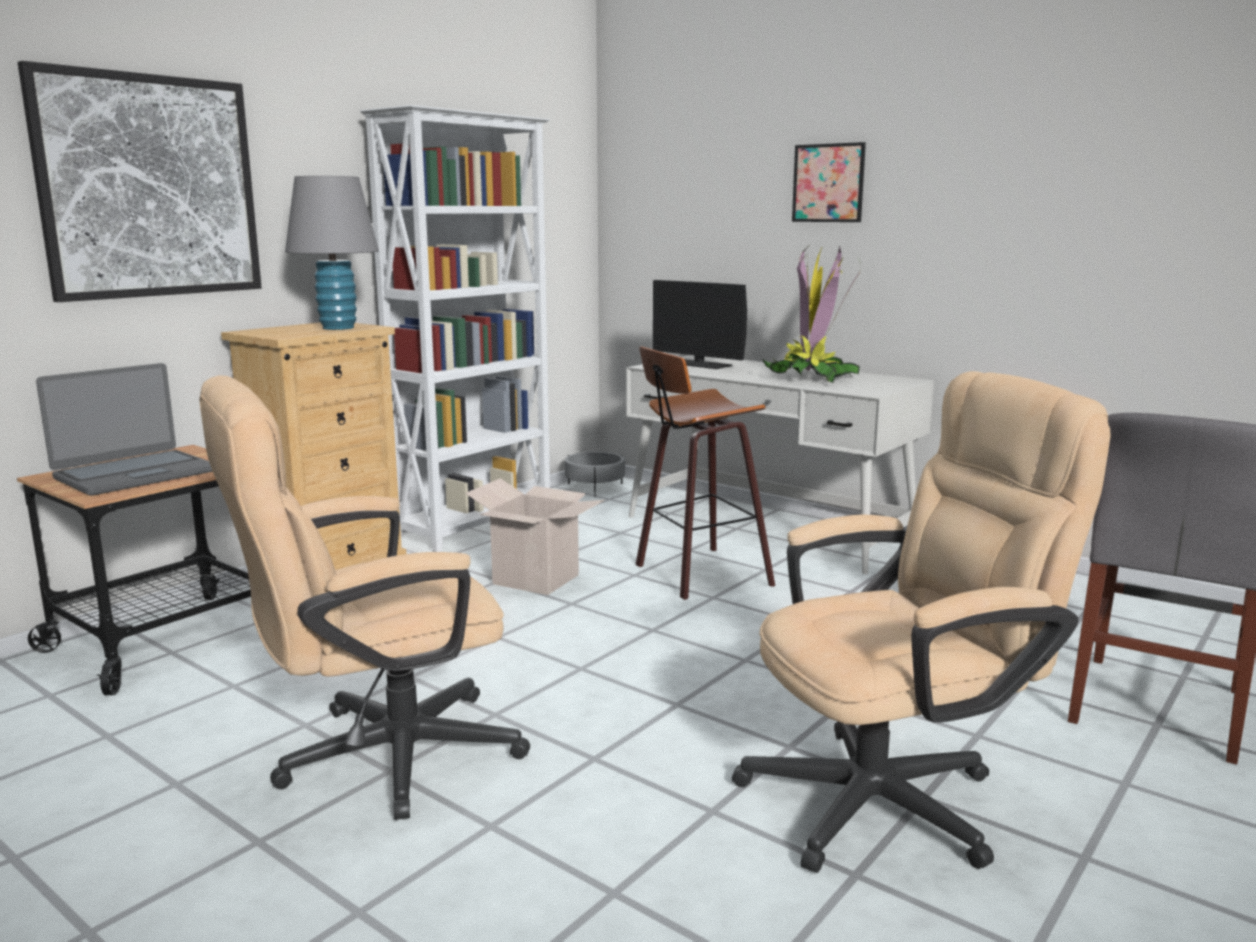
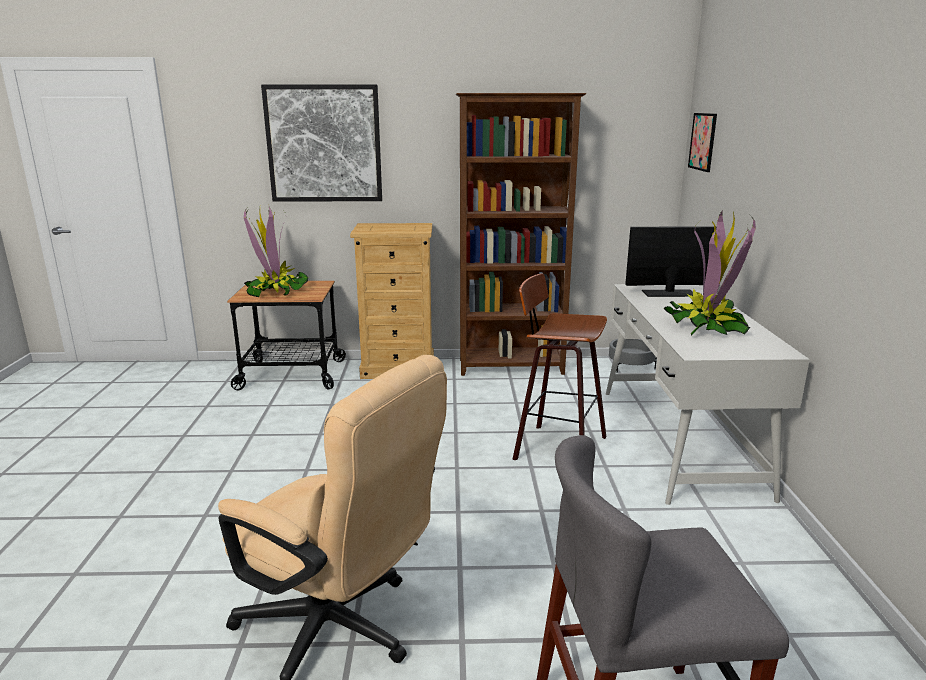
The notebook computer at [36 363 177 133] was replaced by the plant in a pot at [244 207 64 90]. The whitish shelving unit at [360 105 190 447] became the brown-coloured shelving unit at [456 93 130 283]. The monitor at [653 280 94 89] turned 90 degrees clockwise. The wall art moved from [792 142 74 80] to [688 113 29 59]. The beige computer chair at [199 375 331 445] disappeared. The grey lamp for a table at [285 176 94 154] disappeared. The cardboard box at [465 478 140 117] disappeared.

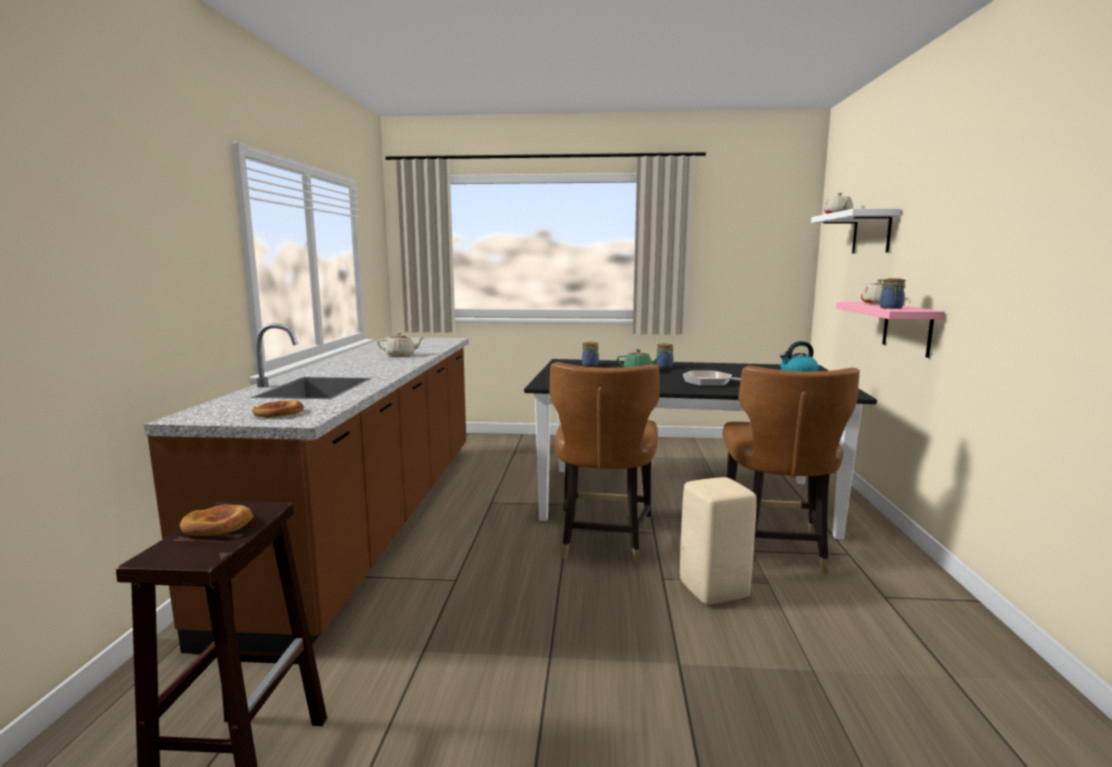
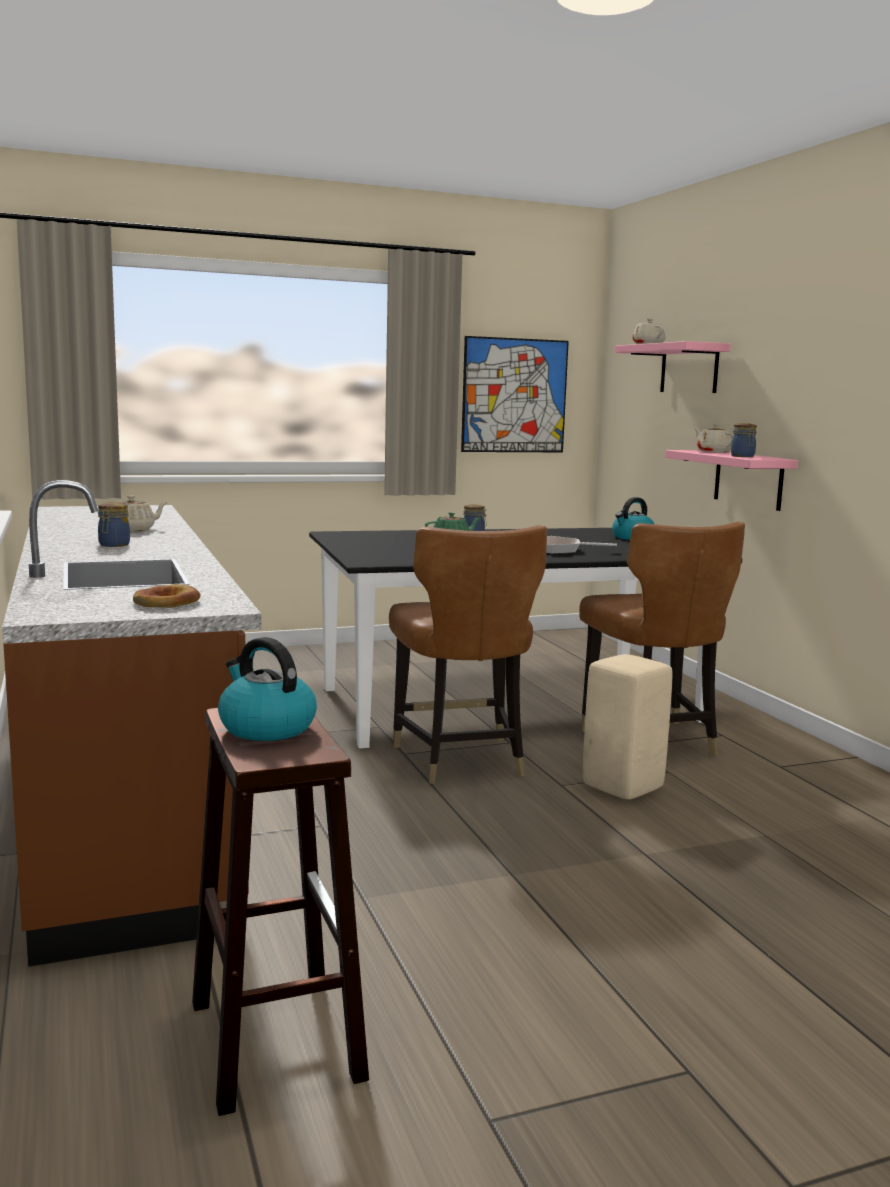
The preserve jar moved from [582 342 17 24] to [98 502 32 45]. The baked bread at [180 504 73 32] was replaced by the water kettle at [218 637 99 104]. The wall art at [461 336 108 116] appeared. The whitish bracket shelf at [811 208 89 45] became the pink bracket shelf at [614 341 117 52].

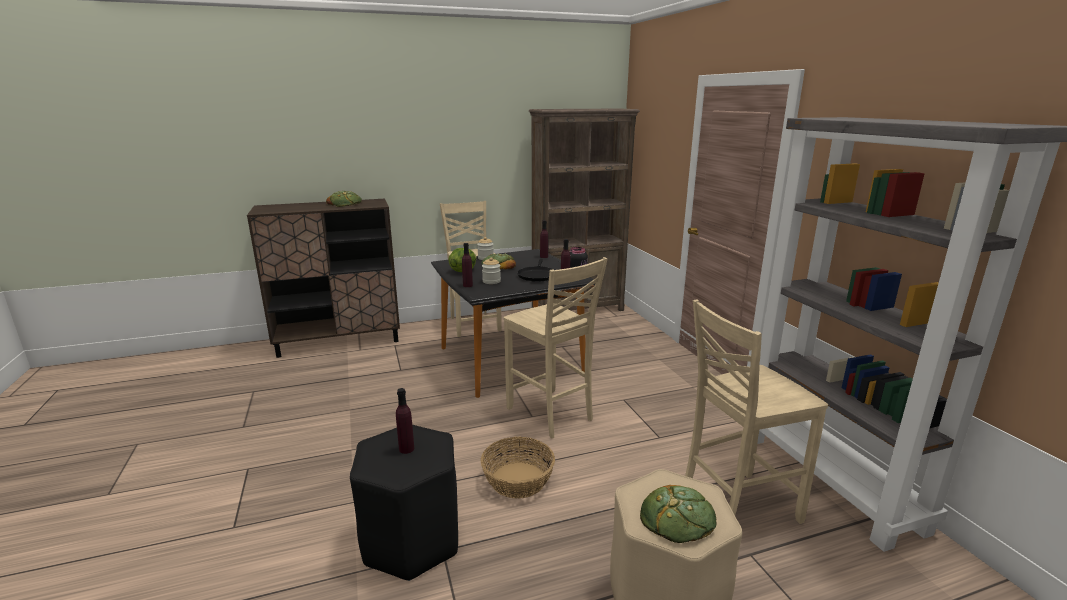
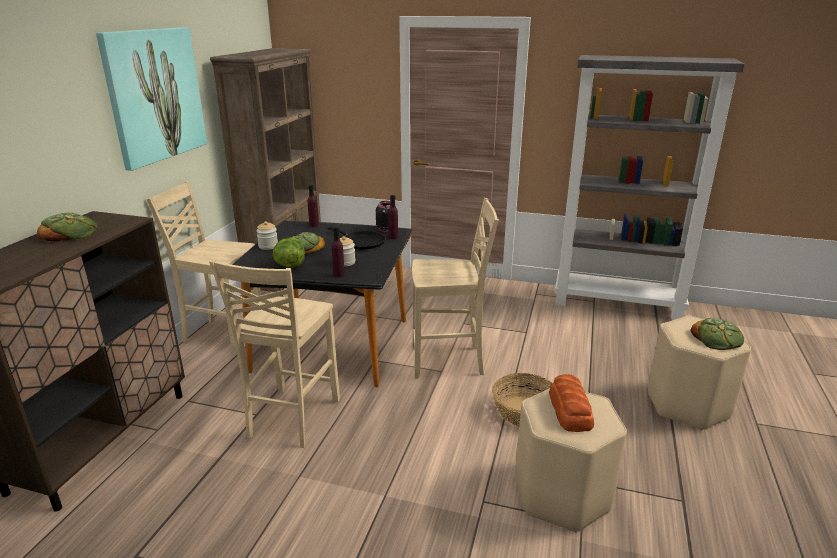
The wall art at [96 27 111 144] appeared. The beige plain chair moved from [685 299 143 225] to [209 260 131 188]. The black-coloured stool seat at [350 424 108 157] became the beige stool seat at [515 389 112 143]. The purplish drink bottle at [396 388 18 66] was replaced by the baked bread at [549 374 45 58].

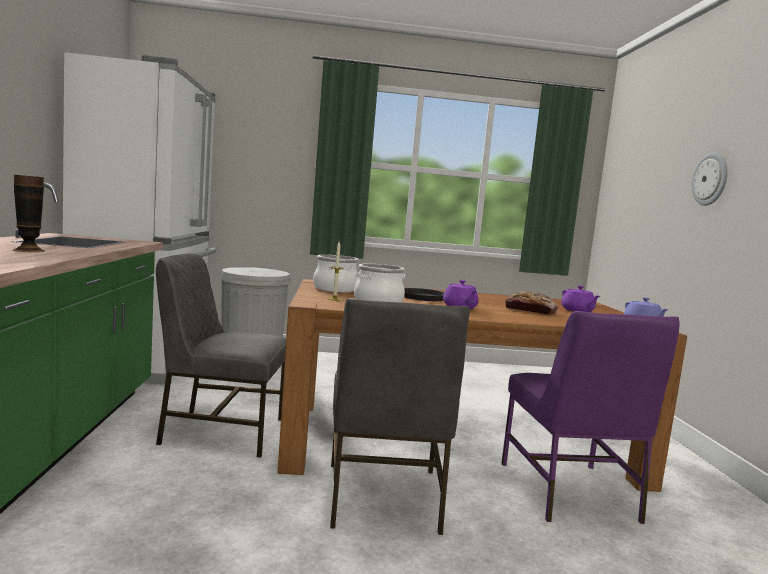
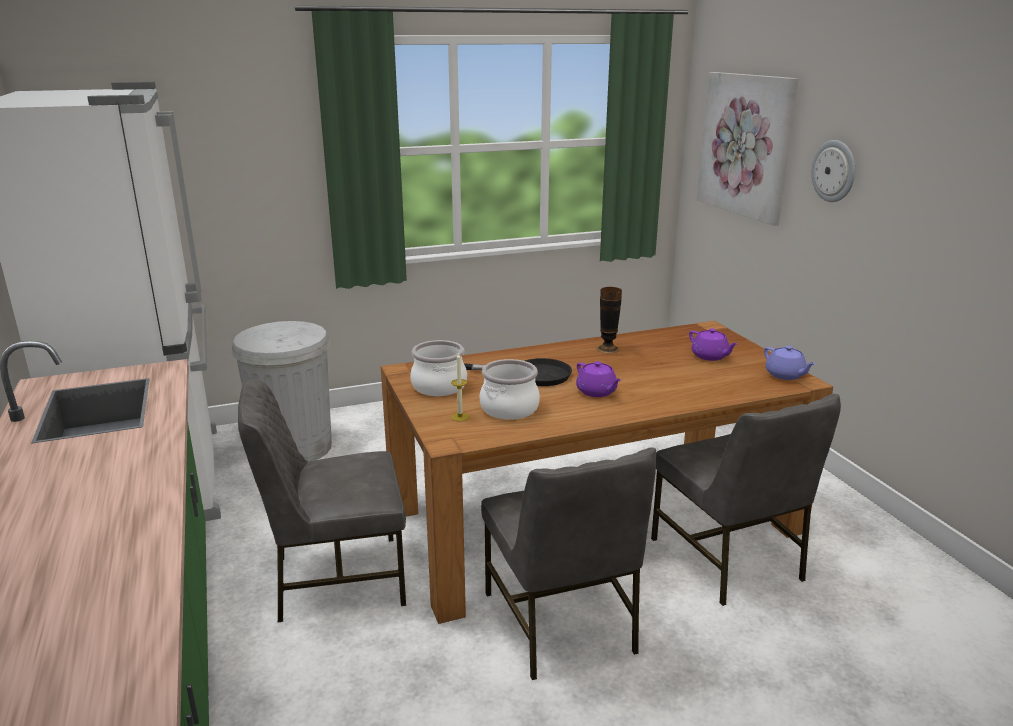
The flower vase moved from [13 175 32 77] to [596 287 26 67]. The purplish plain chair at [501 311 178 213] became the grey plain chair at [651 394 190 212]. The wall art at [697 72 102 154] appeared. The baked bread at [505 291 53 24] disappeared.

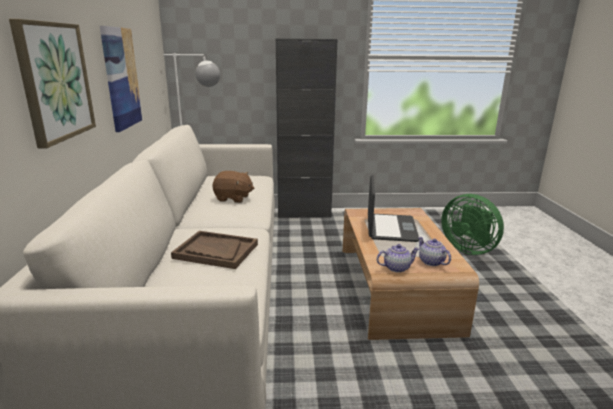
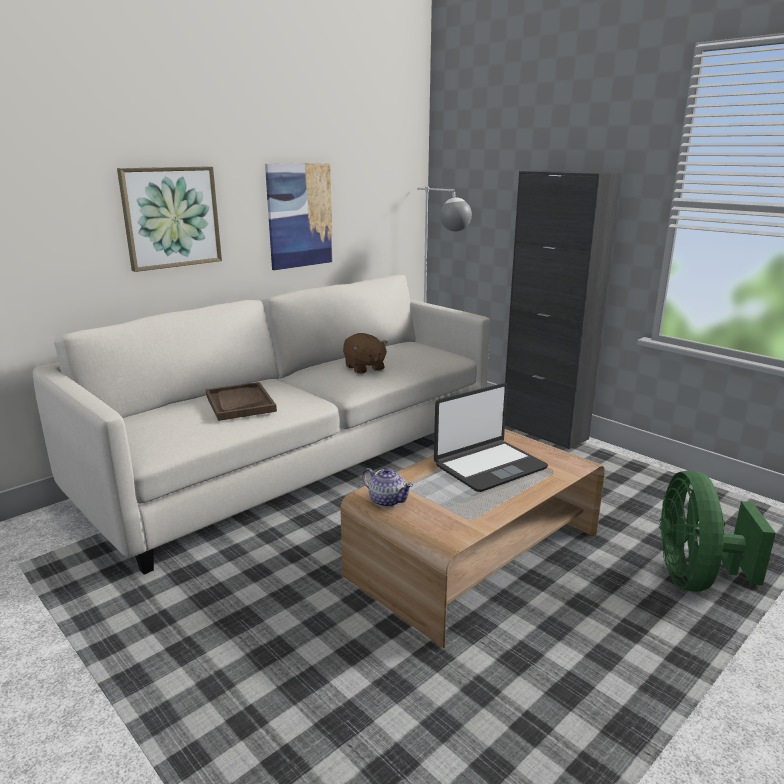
The tea pot at [418 237 33 29] disappeared.

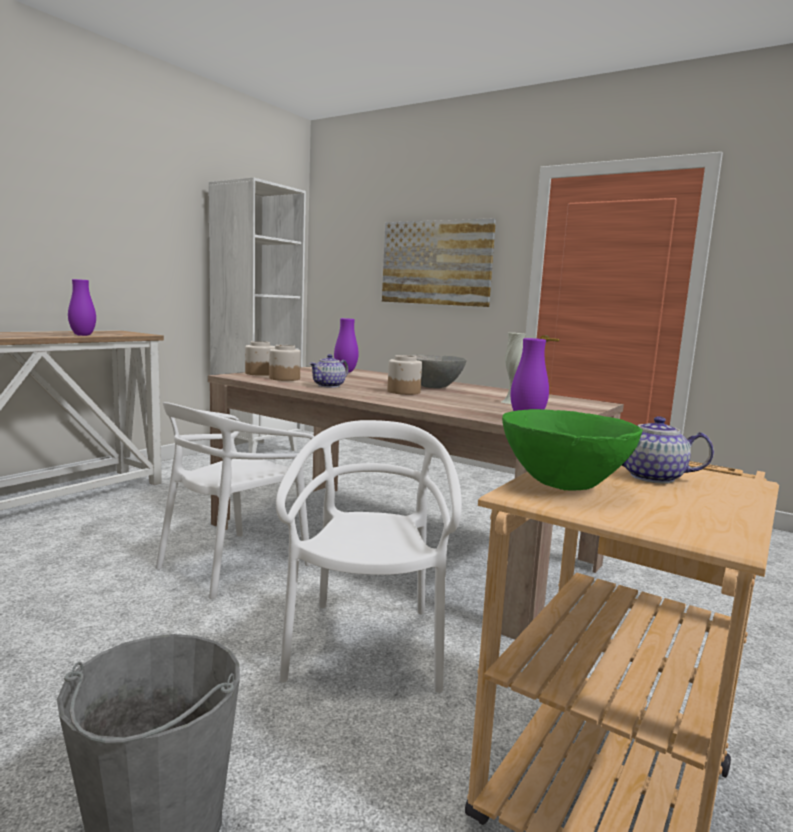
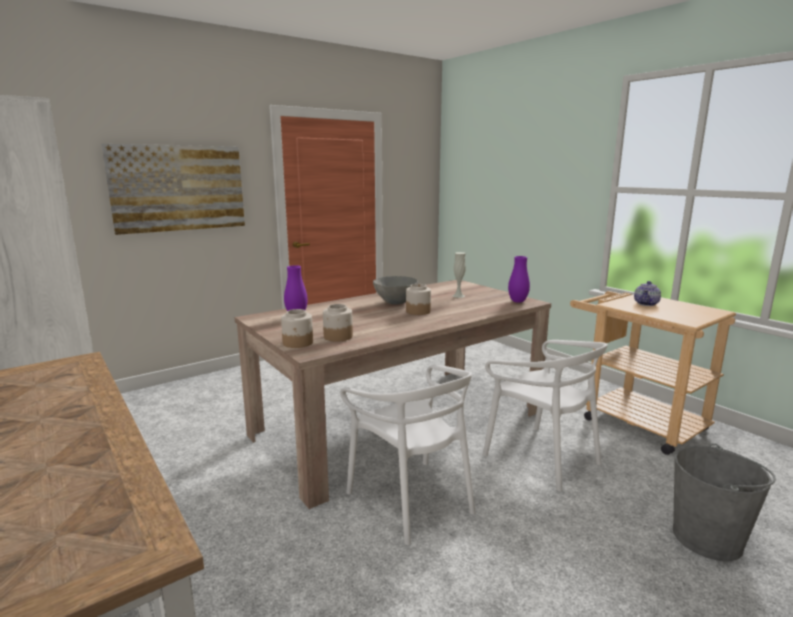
The whitish plain chair at [276 420 186 273] turned 150 degrees counterclockwise. The purplish flower vase at [68 279 28 57] disappeared. The tea pot at [309 354 40 34] disappeared. The green-coloured bowl at [502 409 141 82] disappeared.

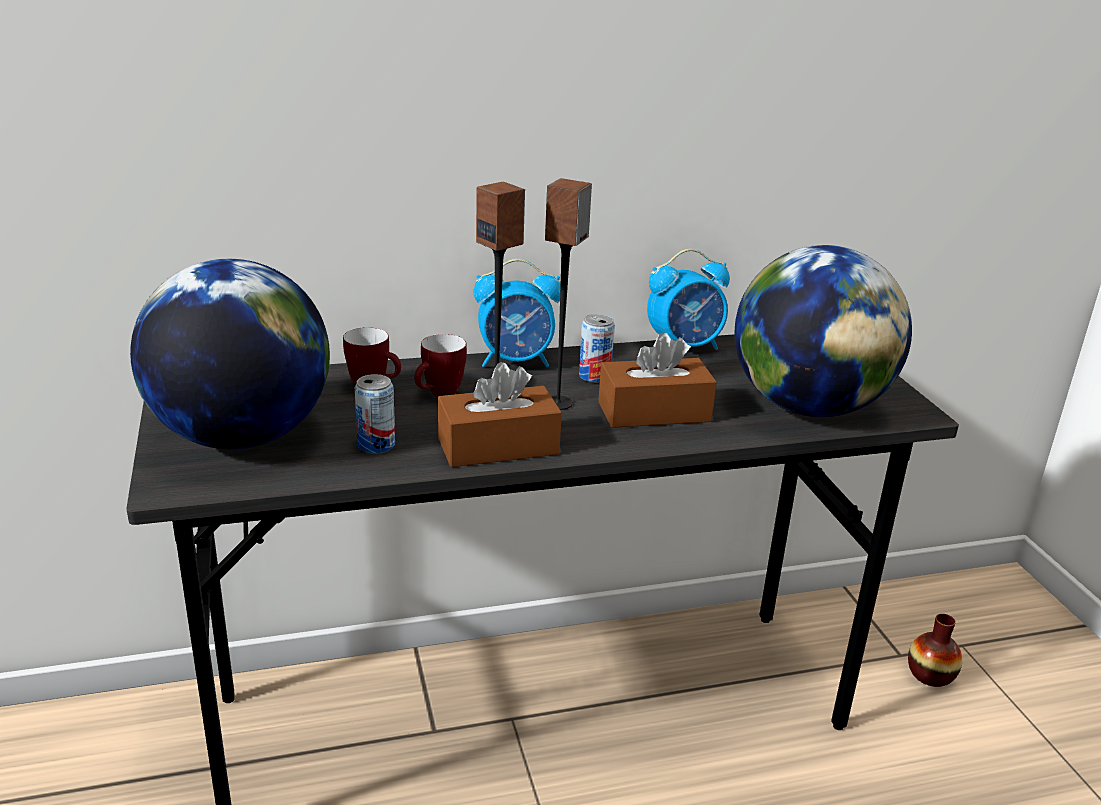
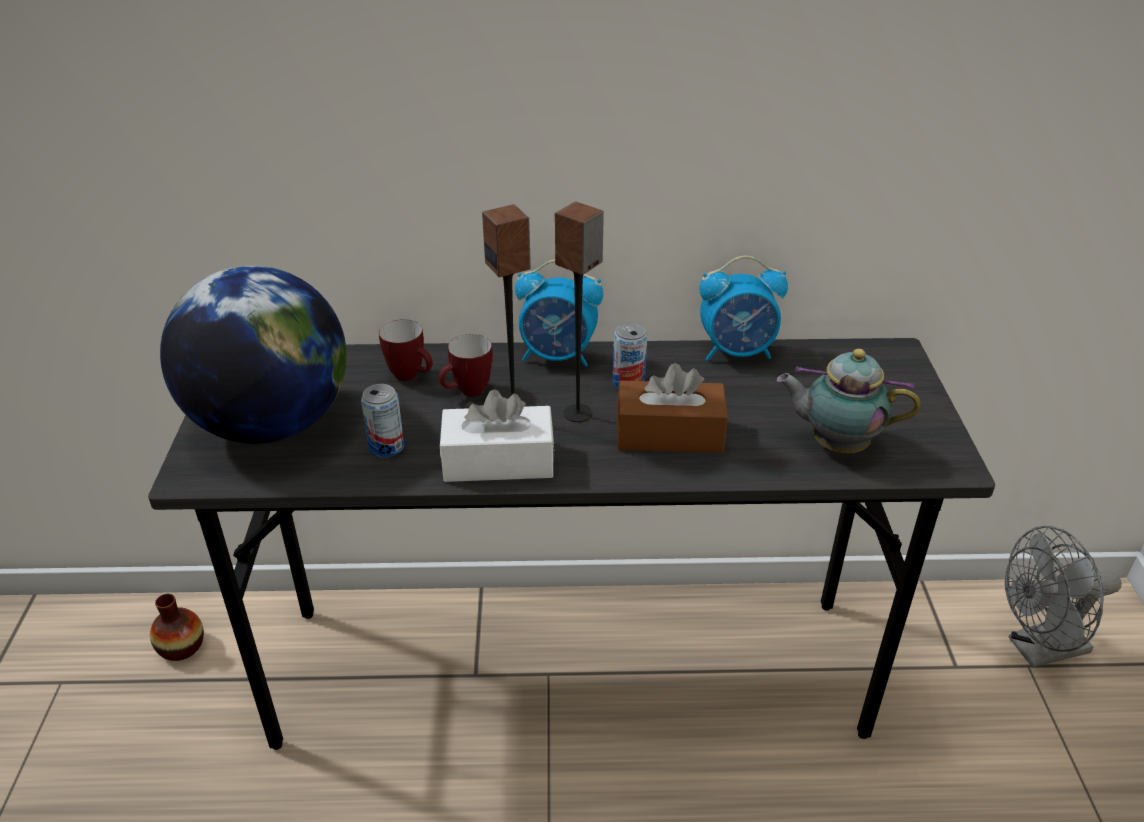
The flower vase moved from [908 614 54 73] to [150 594 54 67]. The brown-coloured tissue holder at [438 362 124 105] became the whitish tissue holder at [440 389 114 93]. The world globe at [735 245 177 172] was replaced by the tea pot at [777 349 144 104]. The grey electric fan at [1005 526 117 142] appeared.

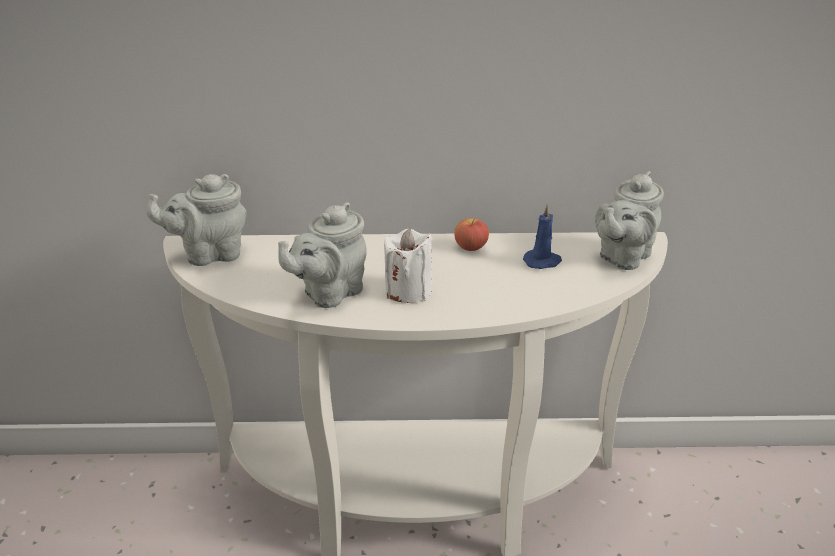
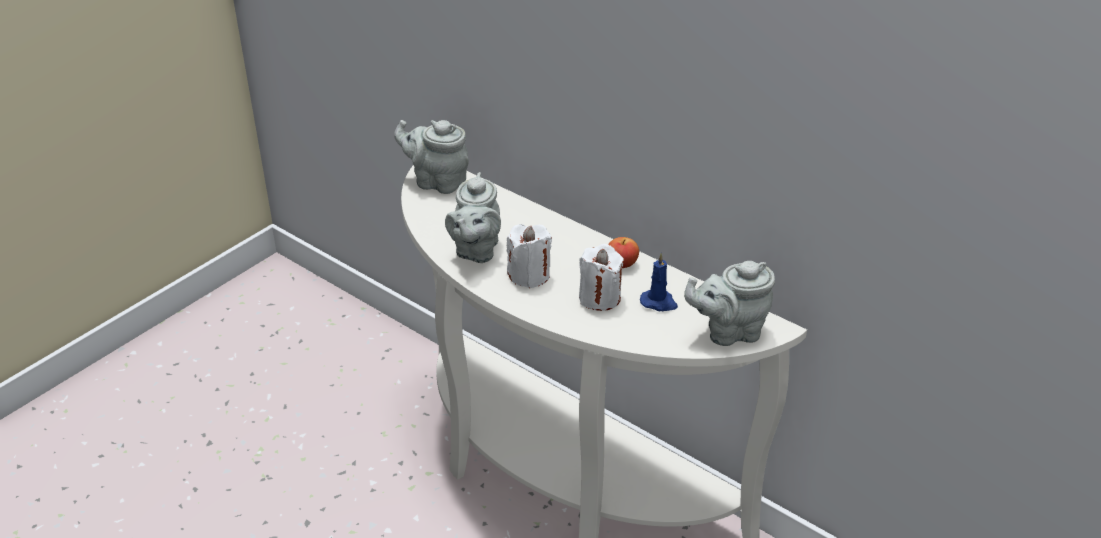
The grey tea pot at [278 202 89 106] turned 75 degrees counterclockwise. The whitish candle at [579 244 45 67] appeared.

